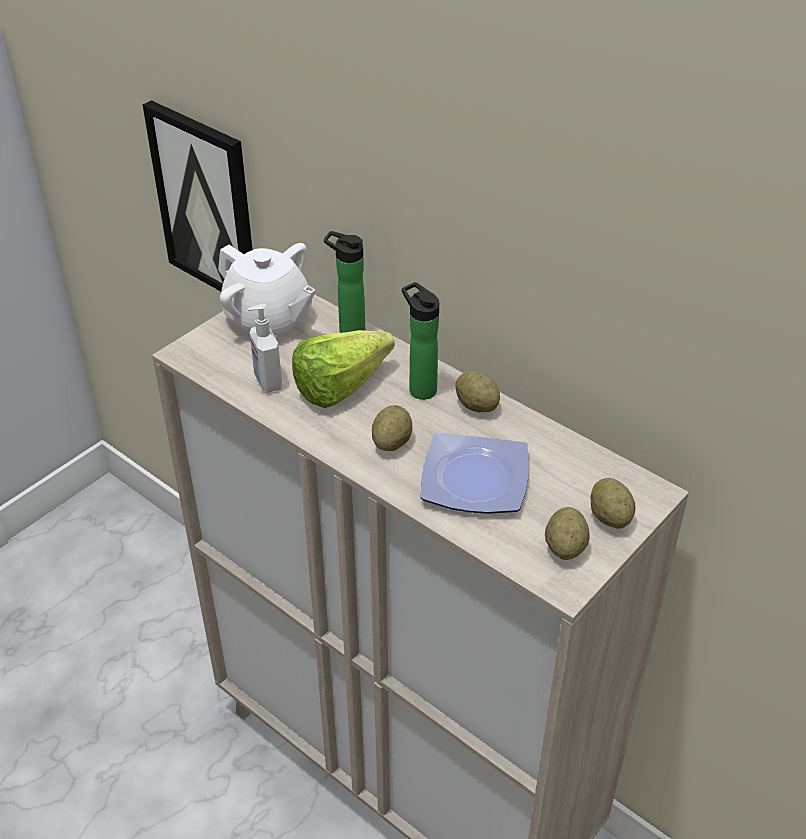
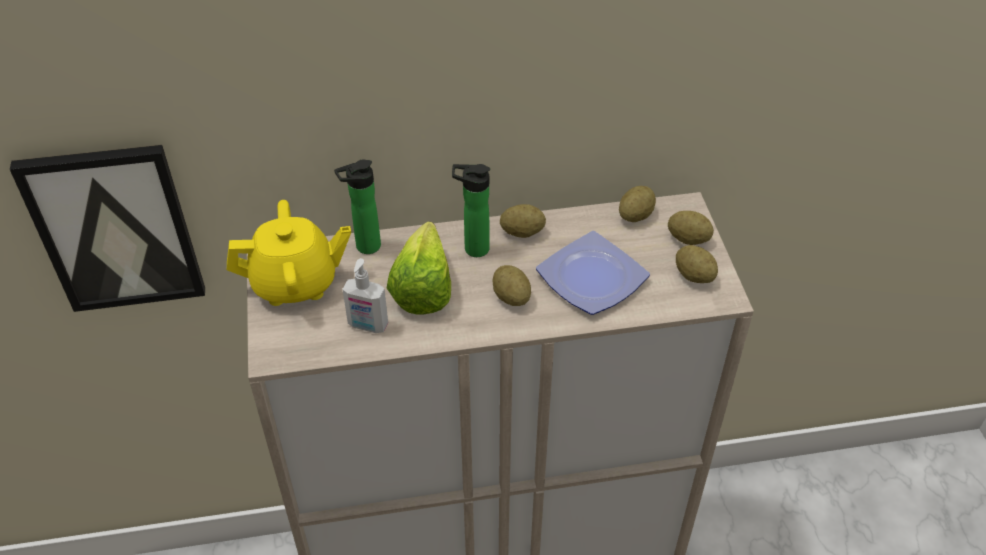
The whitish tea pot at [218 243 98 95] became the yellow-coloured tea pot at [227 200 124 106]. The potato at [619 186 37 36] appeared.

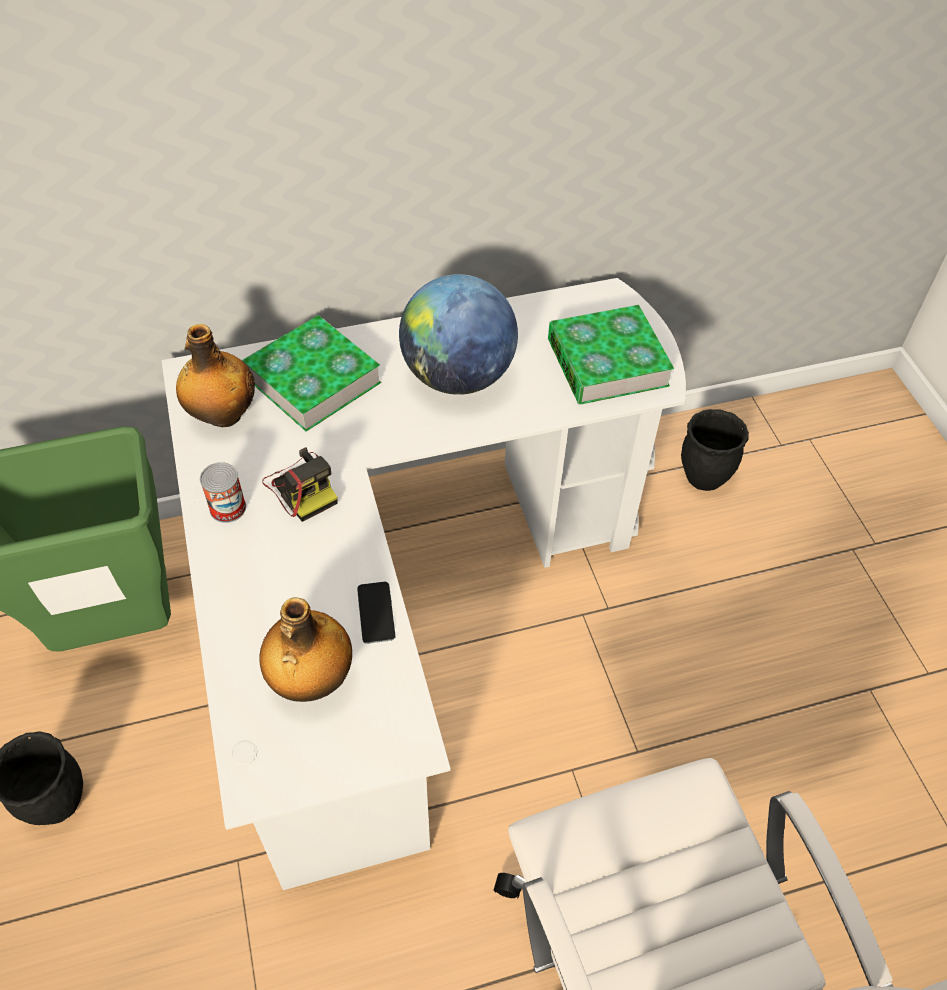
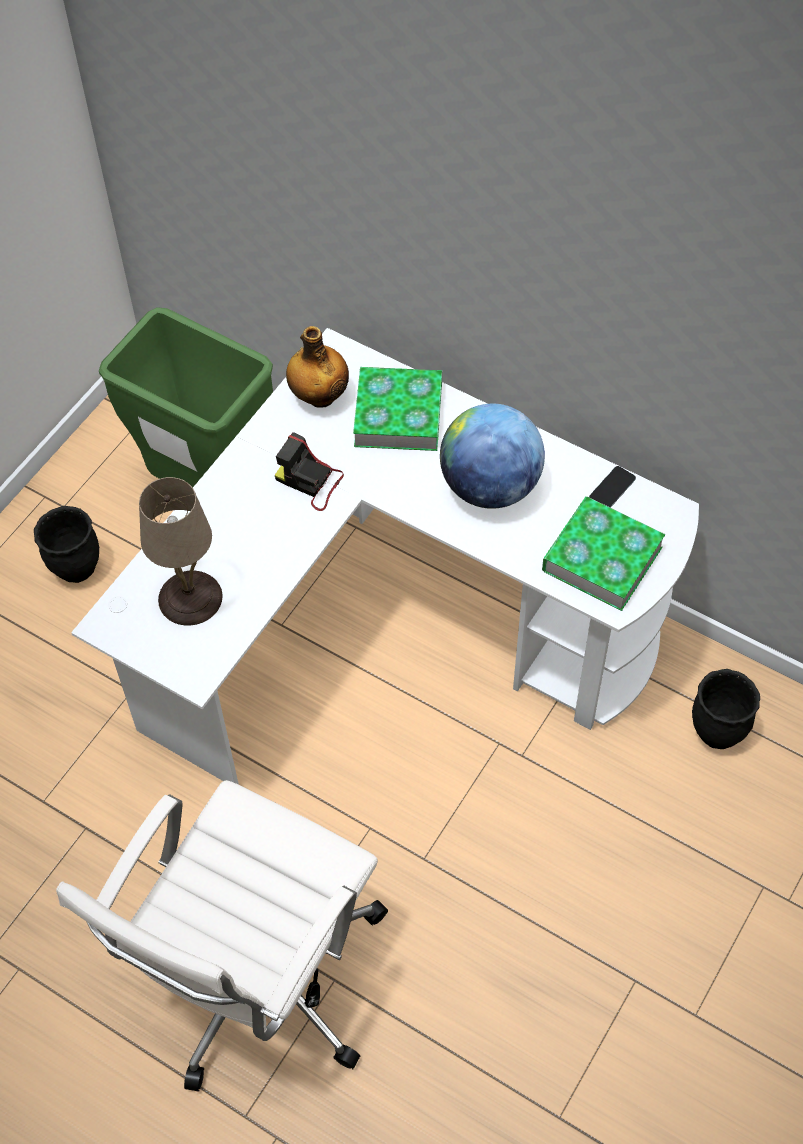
The drink bottle at [259 597 93 105] was replaced by the beige lamp for a table at [139 477 84 149]. The still camera at [262 447 76 75] turned 105 degrees clockwise. The phone moved from [357 582 39 62] to [589 466 47 42]. The metal can at [200 462 46 61] disappeared.

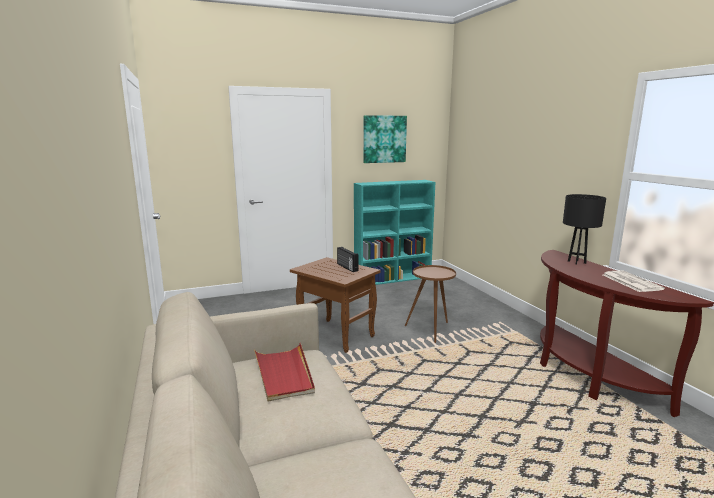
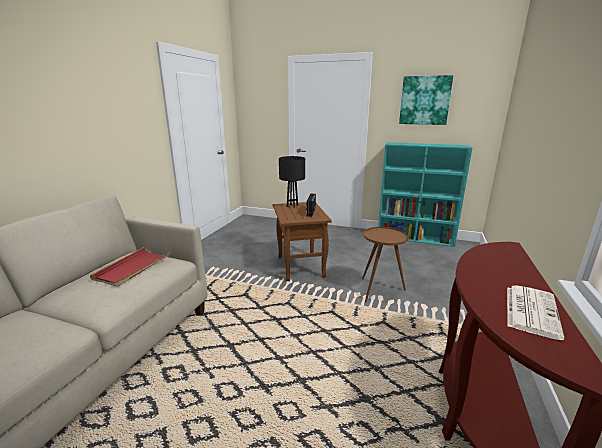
The black-coloured lamp for a table moved from [563 194 43 71] to [279 156 26 52].

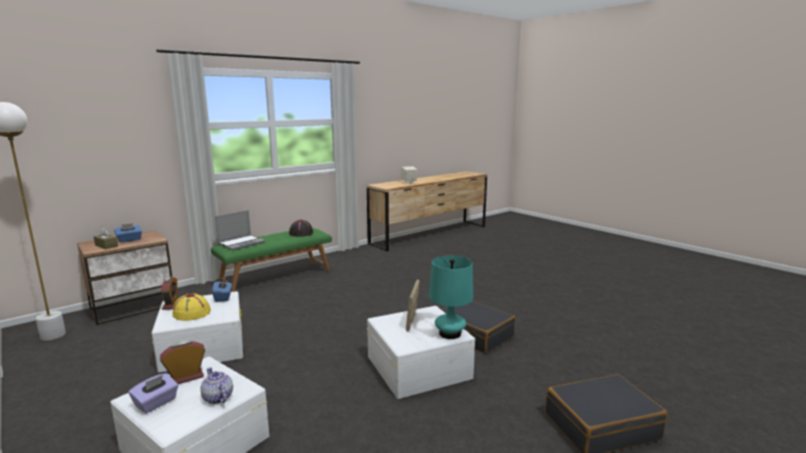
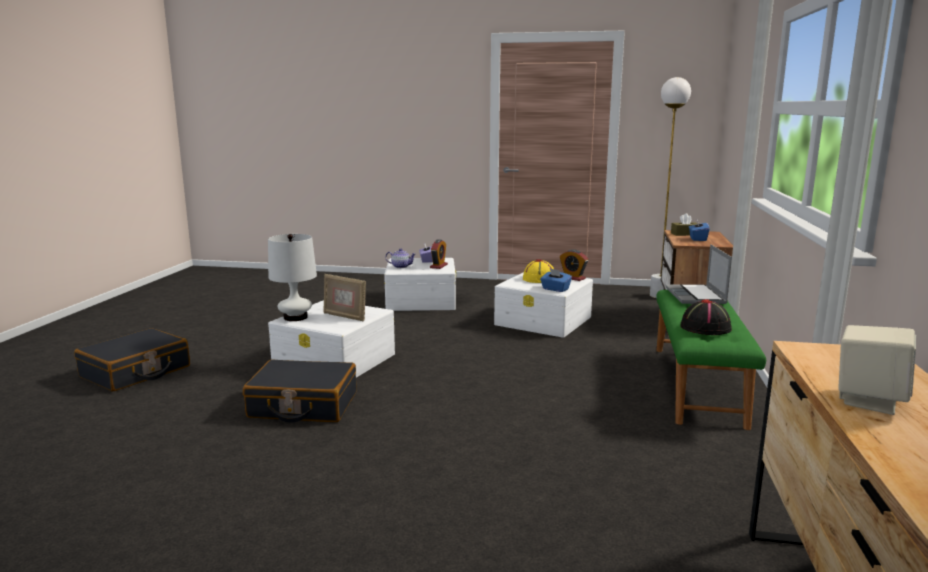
The turquoise lamp for a table at [429 256 44 83] became the whitish lamp for a table at [268 234 49 87]. The photo frame at [406 279 14 53] turned 150 degrees clockwise.

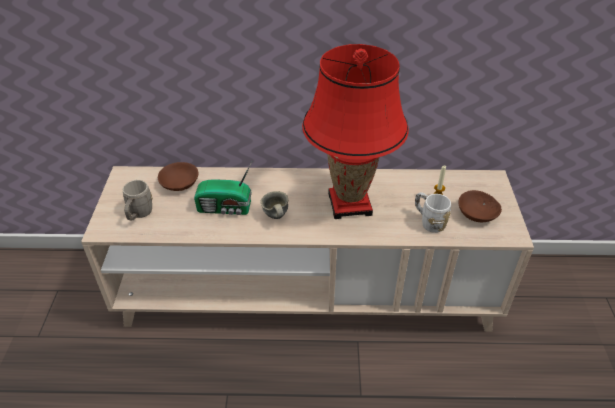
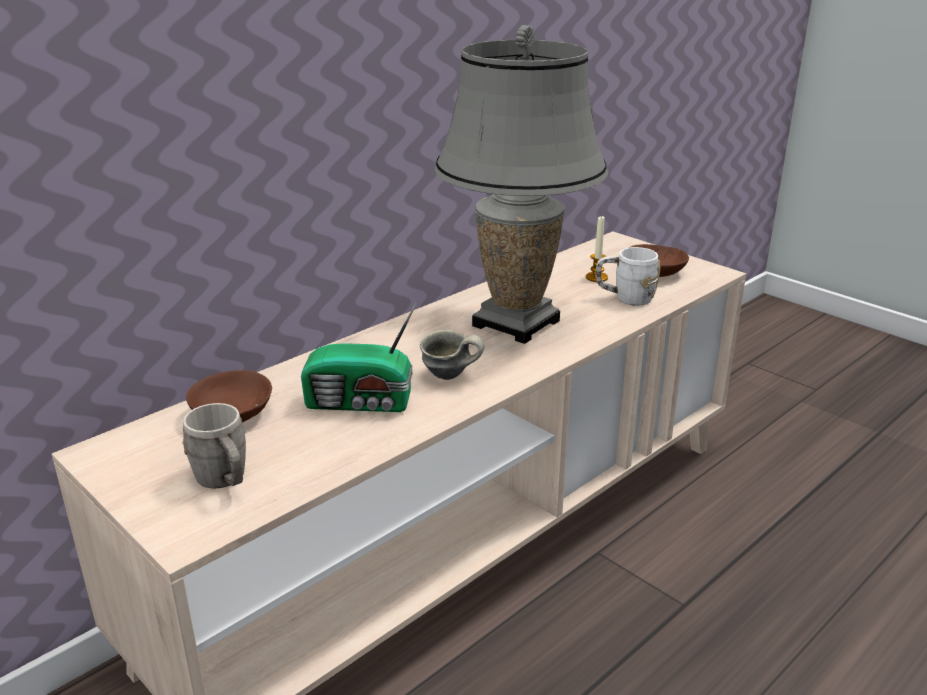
The radio set at [194 162 58 53] turned 45 degrees clockwise. The reddish lamp for a table at [302 44 107 175] became the grey lamp for a table at [434 25 174 319].

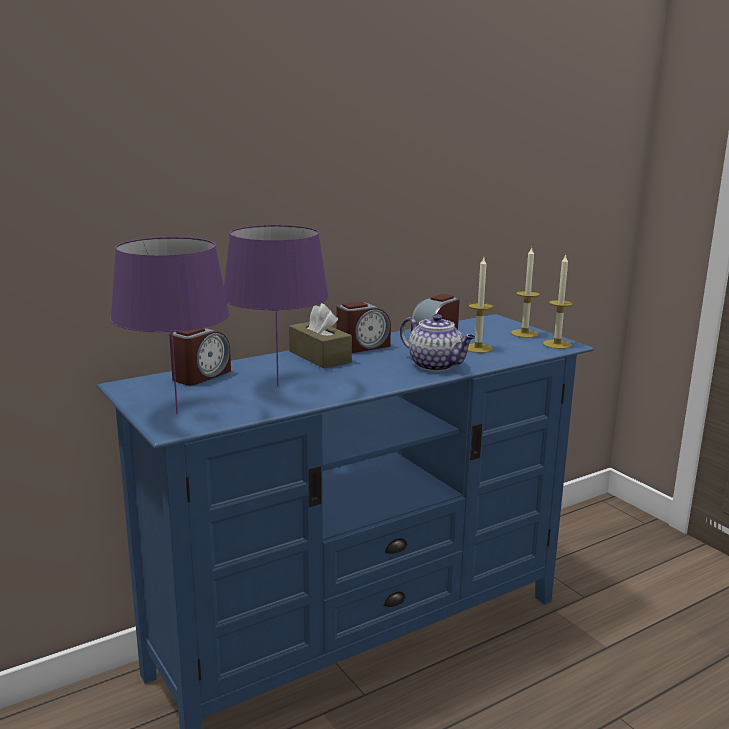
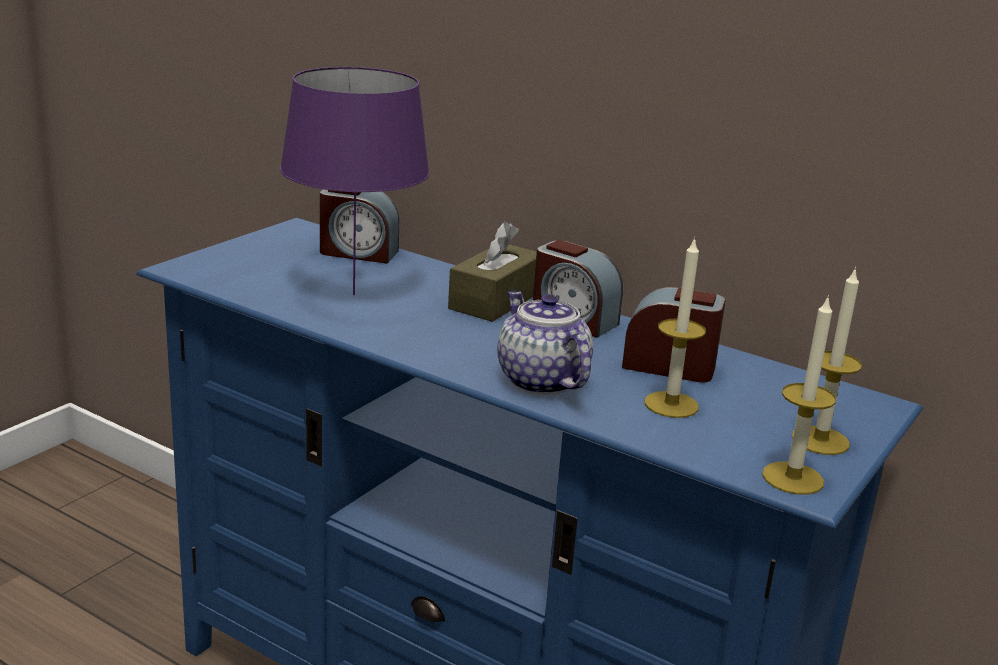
The tea pot at [400 314 75 57] turned 135 degrees clockwise. The purplish lamp for a table at [110 237 119 177] disappeared.

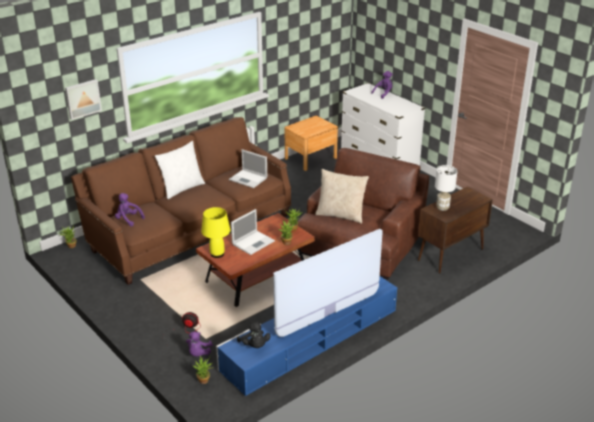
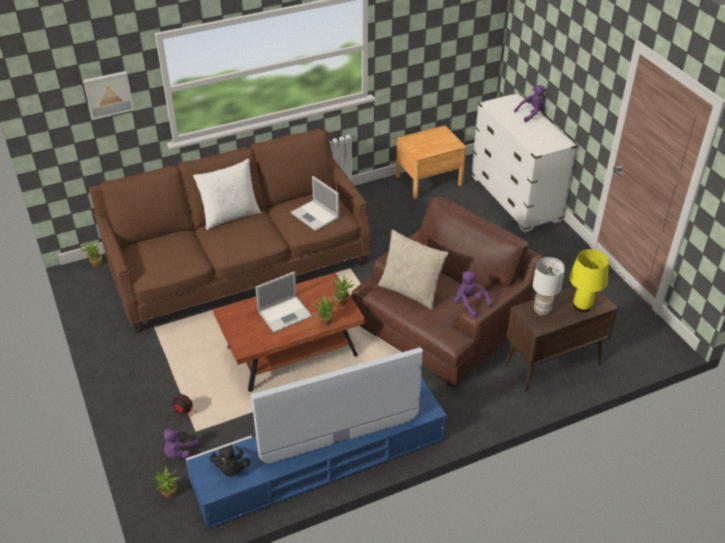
The purplish soft toy moved from [115 193 30 33] to [454 271 38 47]. The yellow-coloured lamp for a table moved from [201 207 29 51] to [569 249 40 63].

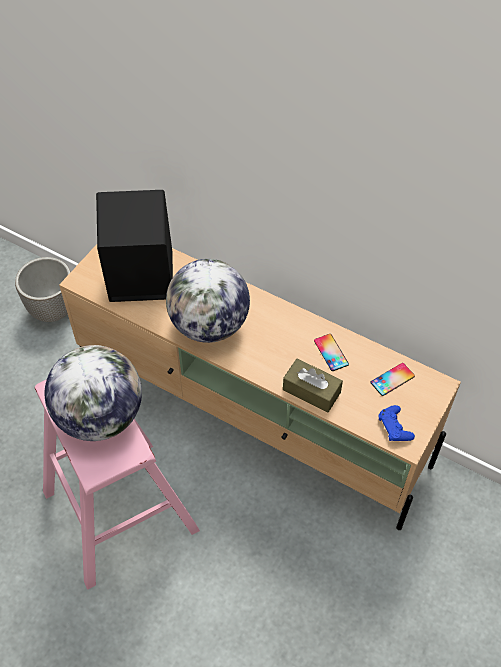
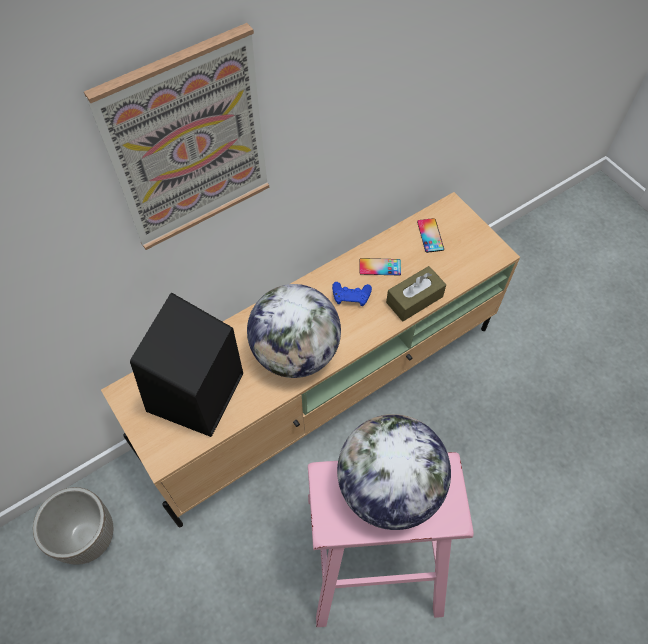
The wall art at [84 23 185 227] appeared. The blue gamepad moved from [378 405 37 36] to [332 282 40 24].

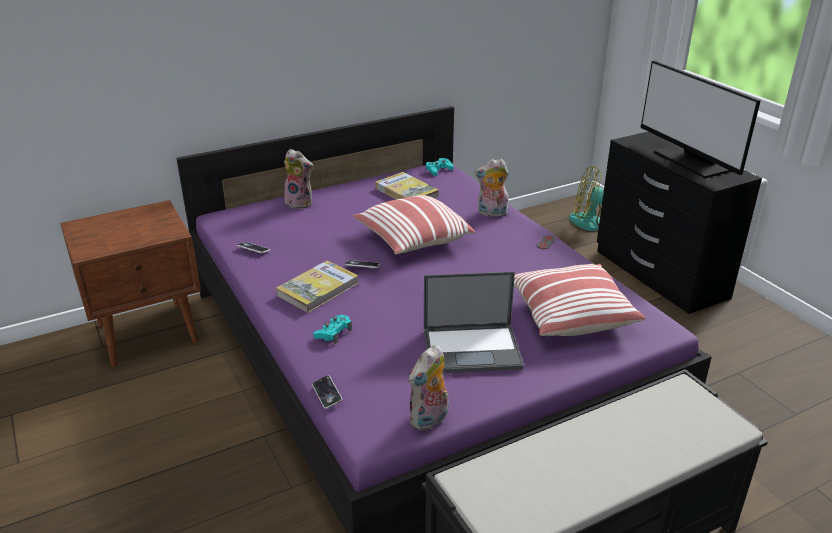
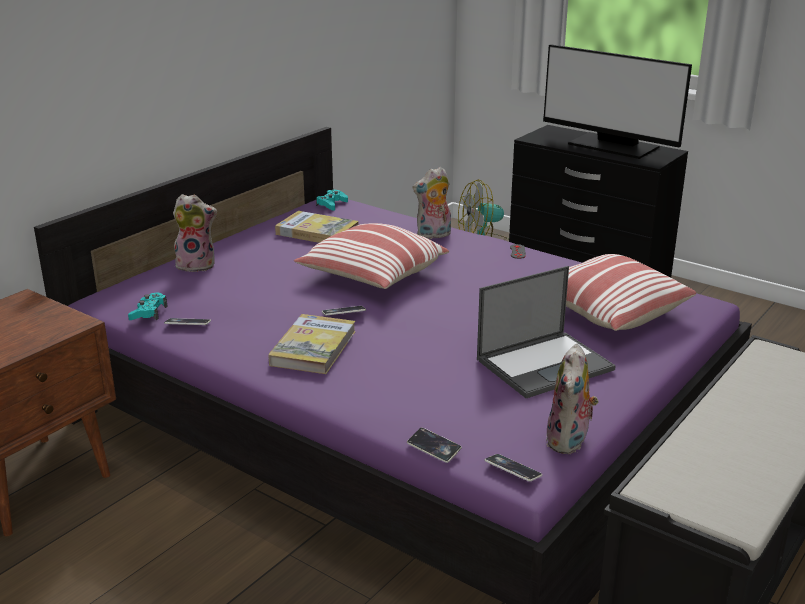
The turquoise gamepad moved from [313 315 39 29] to [128 293 39 27]. The phone at [484 454 58 28] appeared.

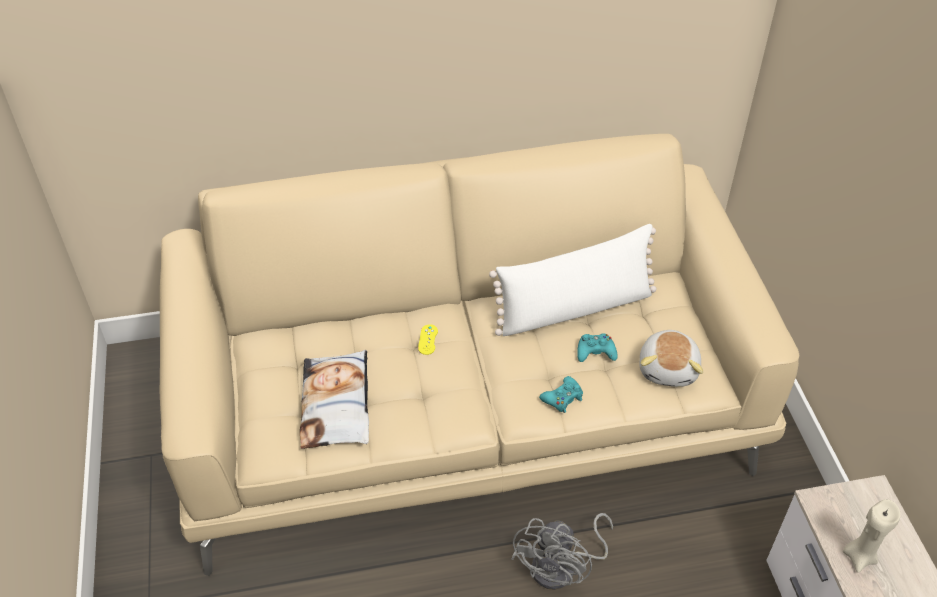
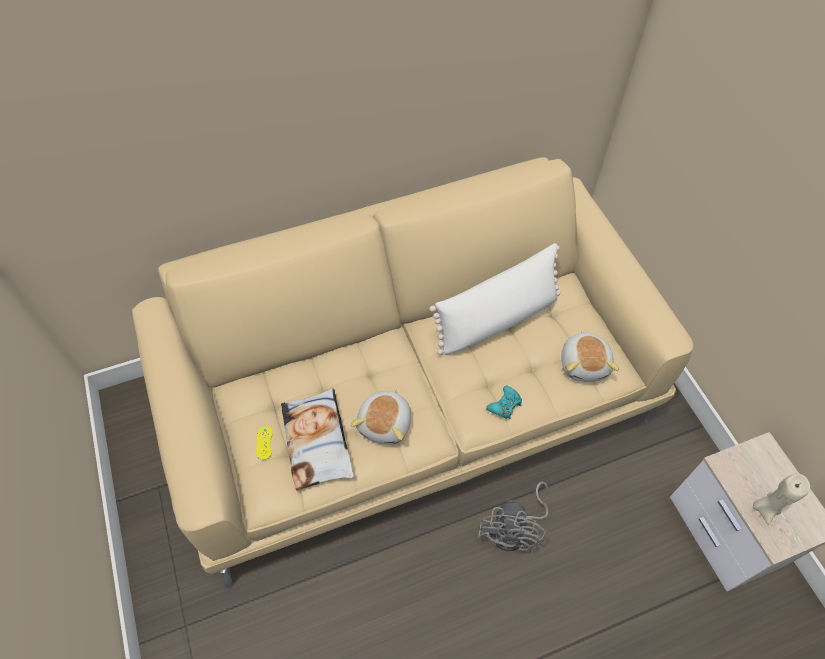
The yellow-coloured gamepad moved from [418 324 20 31] to [256 426 17 34]. The soft toy at [351 388 60 57] appeared. The turquoise gamepad at [577 333 41 29] disappeared.

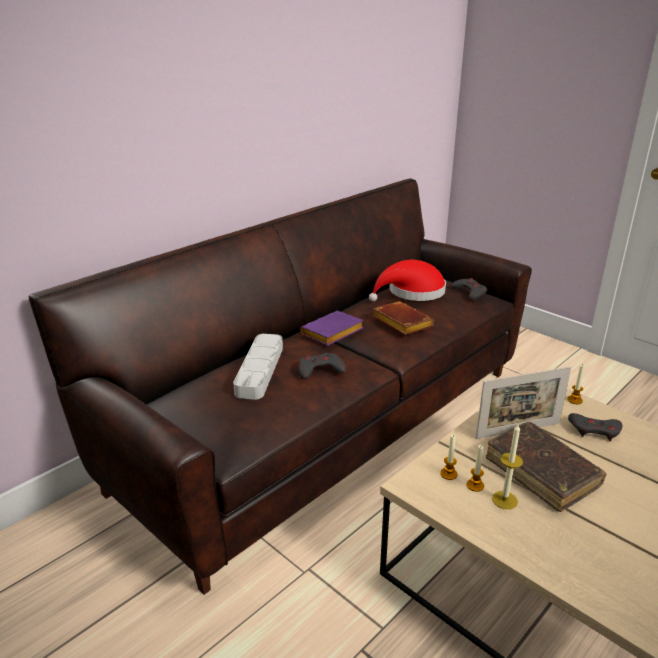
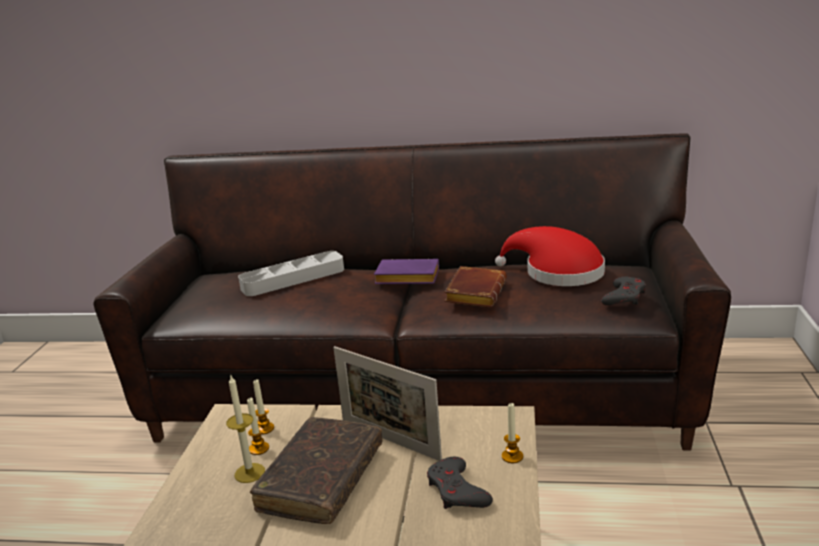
The grey gamepad at [299 353 47 26] disappeared.

